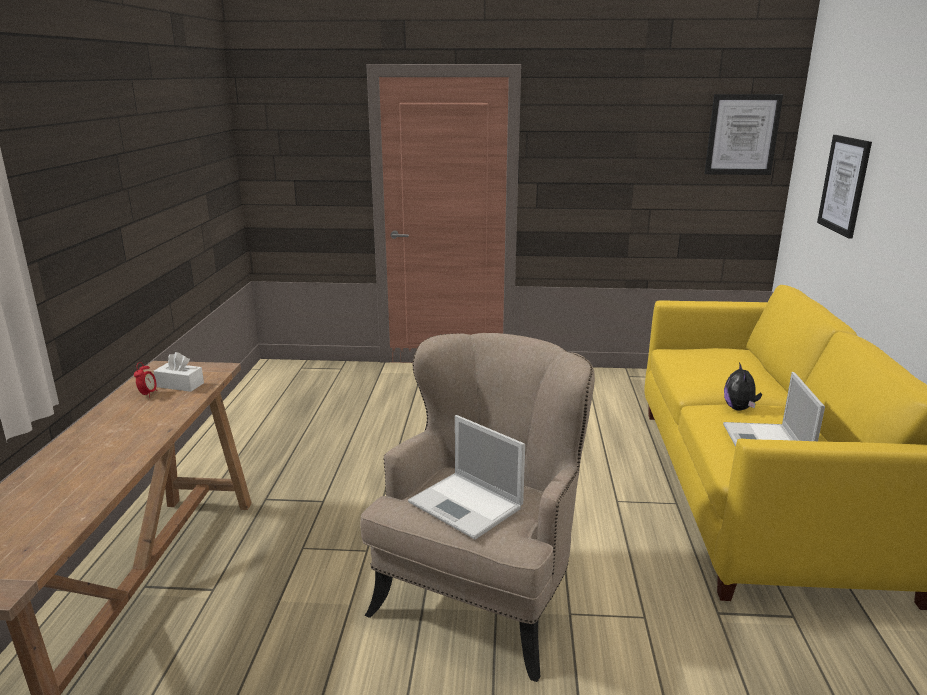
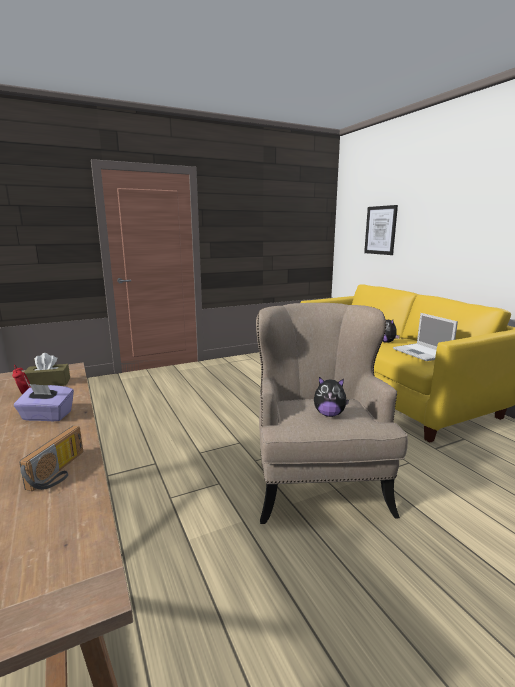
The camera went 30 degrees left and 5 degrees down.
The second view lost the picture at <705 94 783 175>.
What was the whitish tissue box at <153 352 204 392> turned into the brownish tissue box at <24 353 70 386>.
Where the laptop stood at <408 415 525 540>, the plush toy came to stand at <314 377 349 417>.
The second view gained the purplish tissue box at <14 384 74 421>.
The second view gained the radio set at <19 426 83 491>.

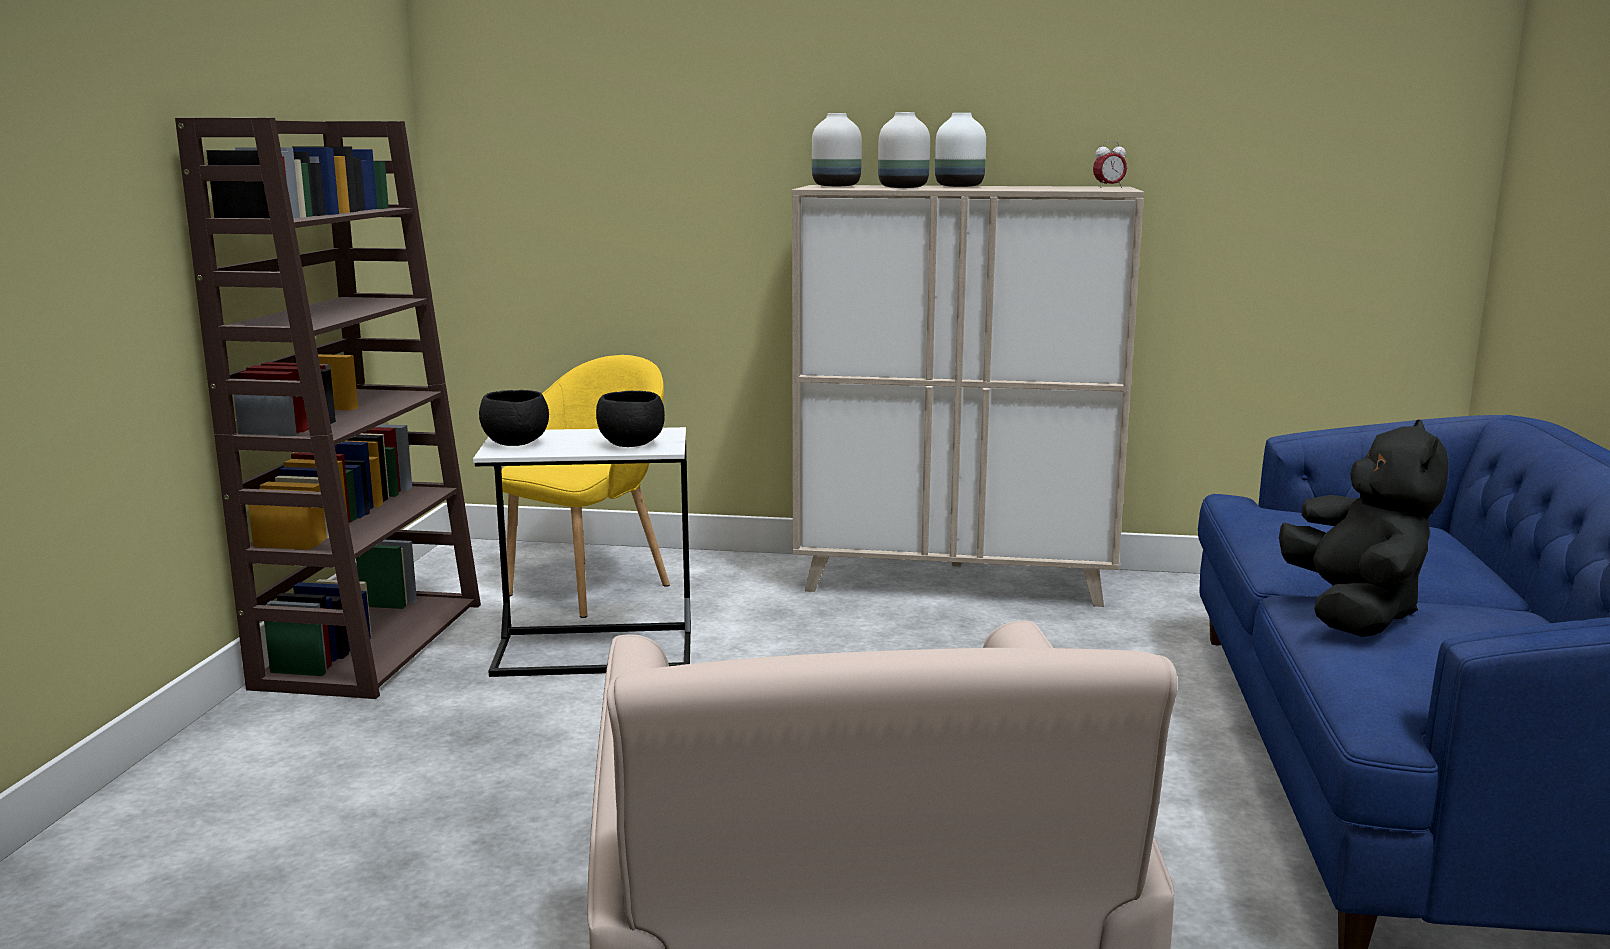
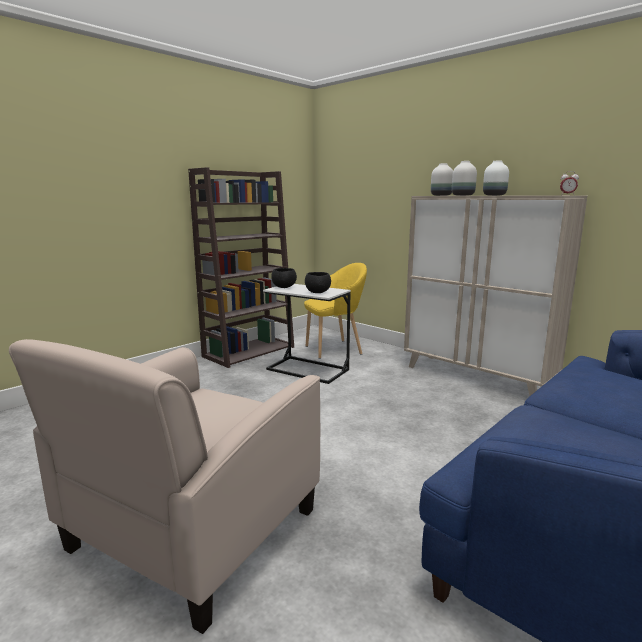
The camera went 35 degrees right and 0 degrees up.
The second view lost the black-coloured plush toy at <1279 419 1449 637>.

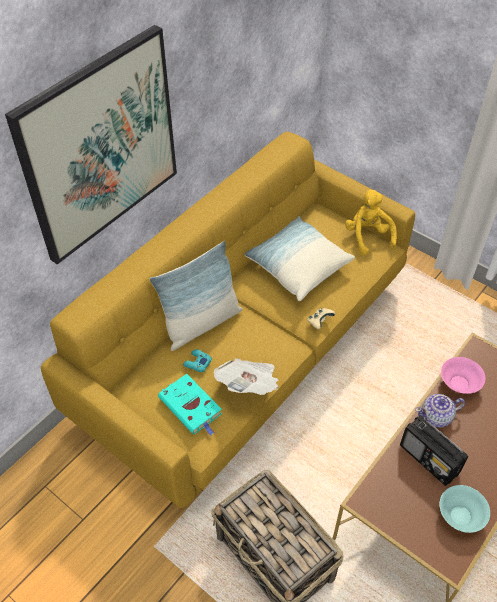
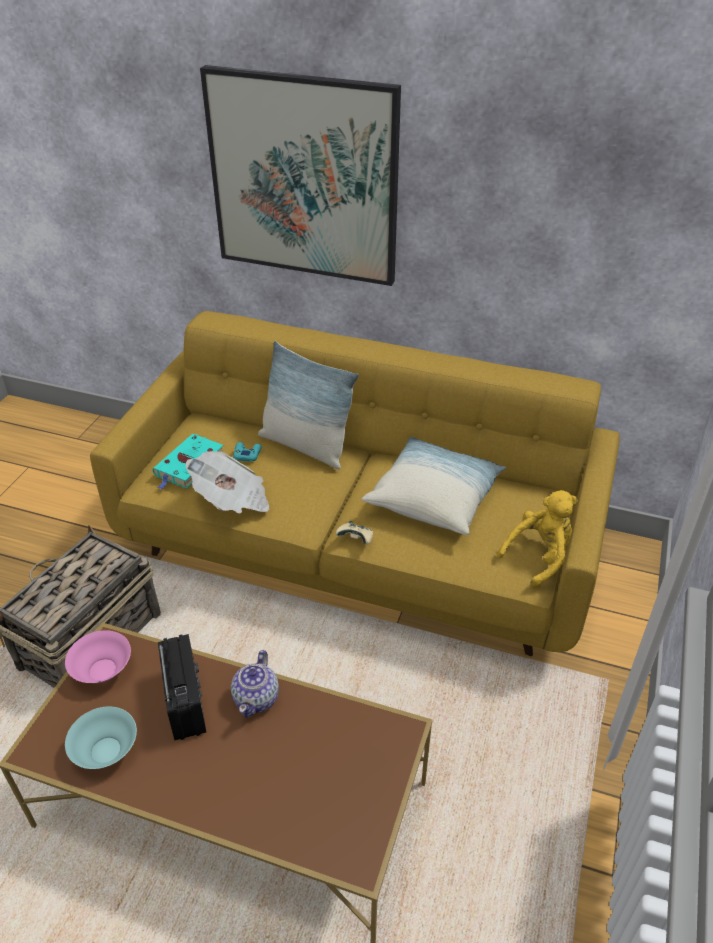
The camera went 70 degrees right and 10 degrees down.
The pink bowl ended up elsewhere, having gone from <441 357 485 394> to <65 630 131 683>.
The teapot at <415 394 465 428> ended up facing another way, 135 degrees counterclockwise from before.
The radio set at <400 415 468 486> ended up facing another way, 135 degrees clockwise from before.

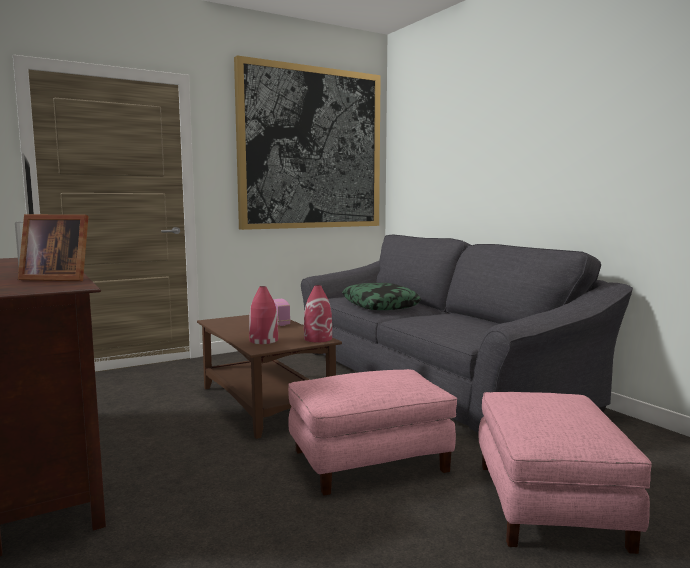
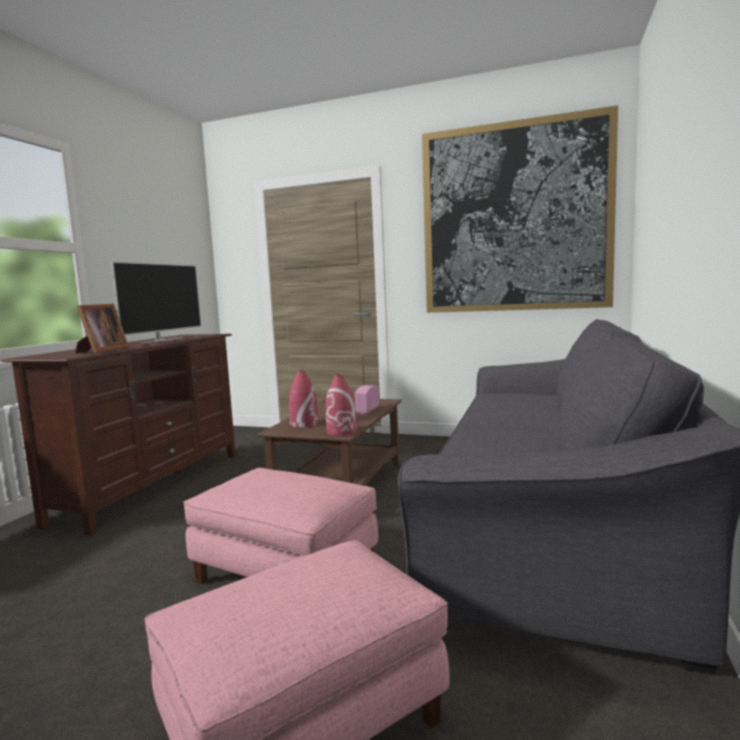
The camera went 50 degrees right and 0 degrees up.
The picture frame at <18 214 89 281> ended up facing another way, 135 degrees counterclockwise from before.
The second view lost the cushion at <342 283 421 310>.

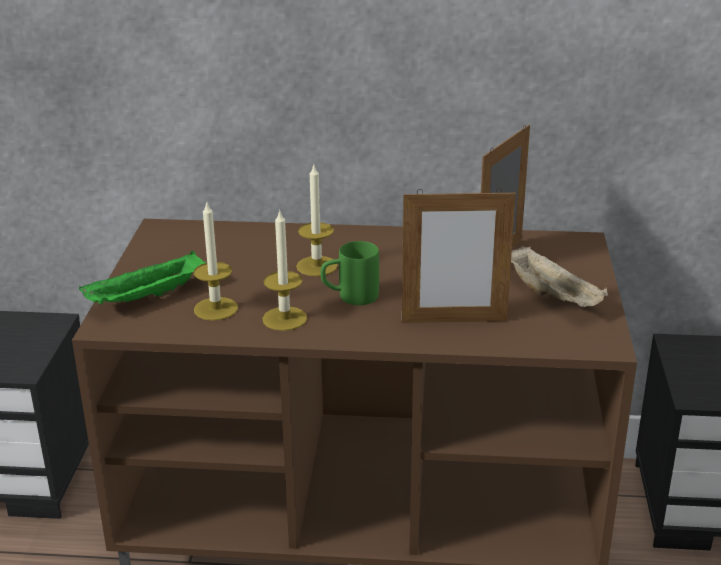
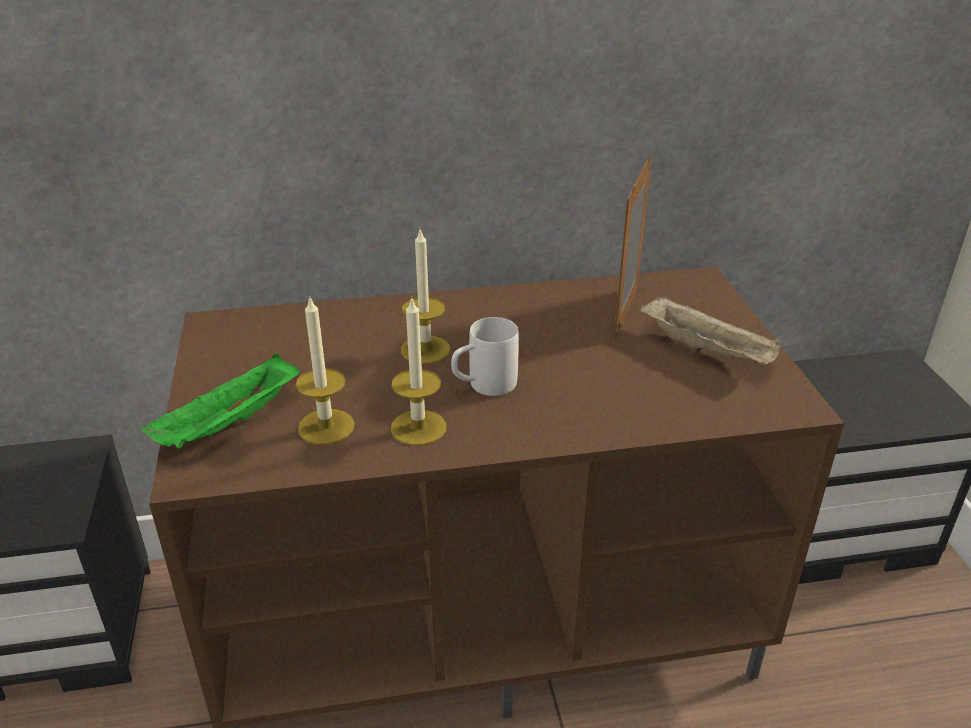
The camera went 15 degrees left and 5 degrees up.
The second view lost the picture frame at <402 188 516 323>.
What was the green-coloured tea mug at <320 241 379 305> turned into the whitish tea mug at <451 317 519 396>.

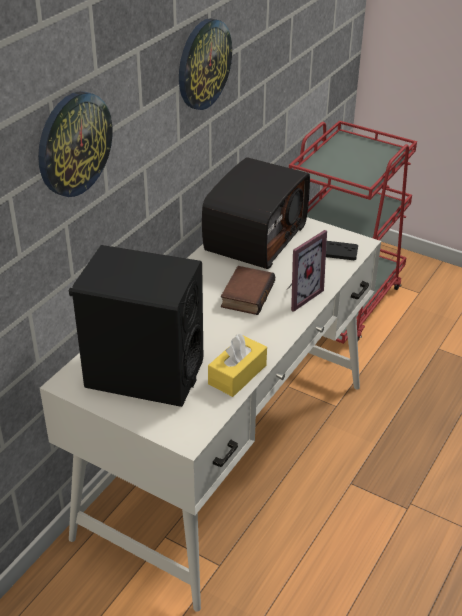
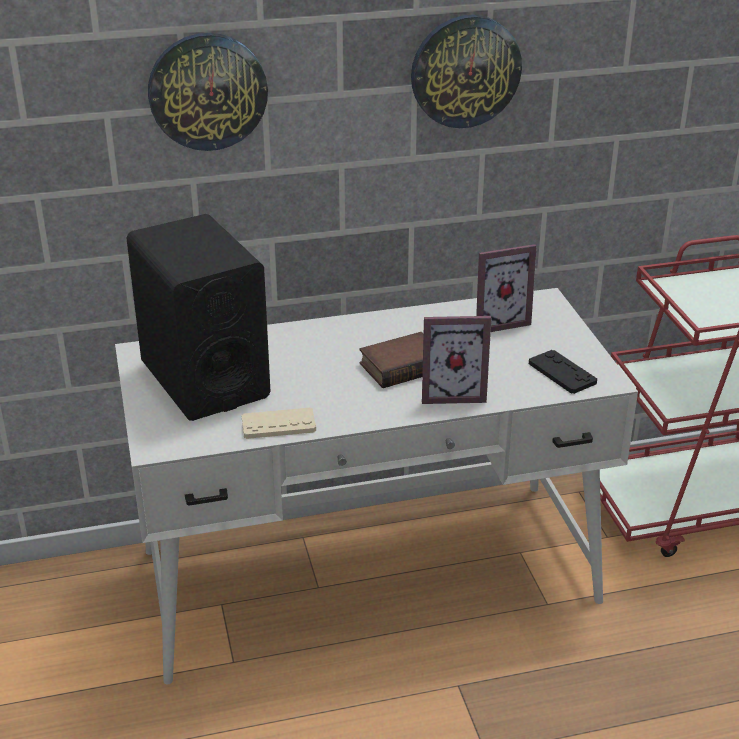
The camera went 45 degrees right and 5 degrees down.
Where the radio set stood at <202 157 310 269>, the picture frame came to stand at <476 244 537 332>.
Where the yellow tissue box stood at <208 334 267 397>, the sand-coloured gamepad came to stand at <242 408 316 439>.

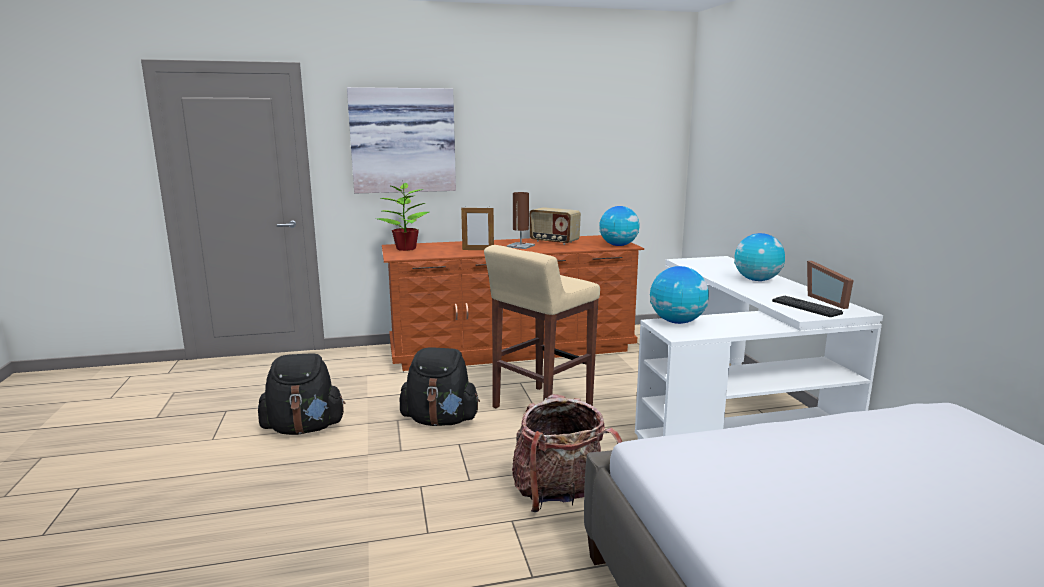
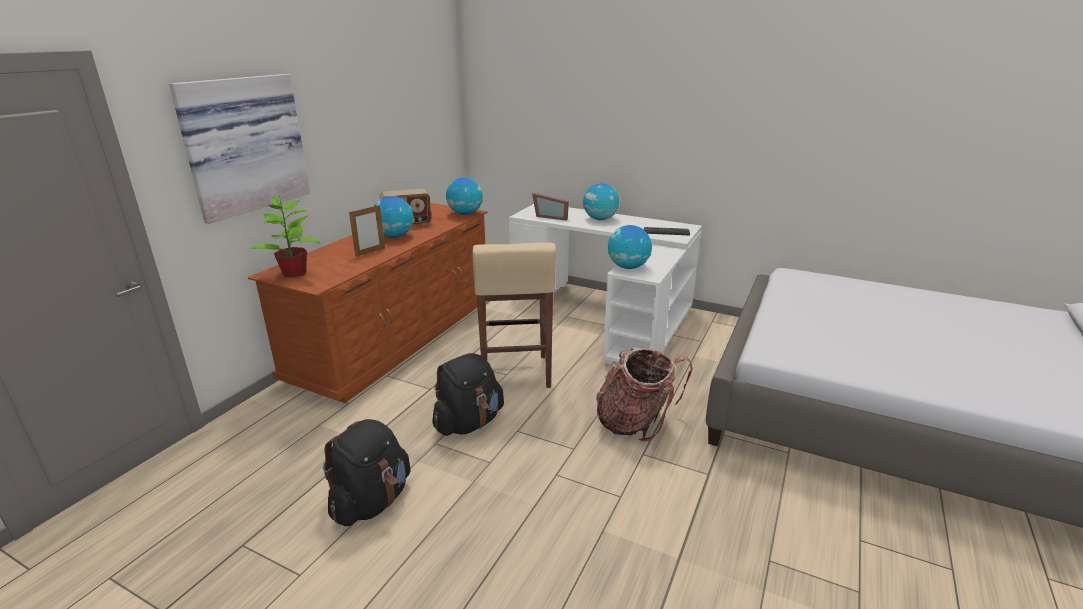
The camera went 50 degrees left and 10 degrees up.
Where the brownish tabletop lamp stood at <507 192 535 249>, the desk globe came to stand at <374 196 414 238>.
The picture frame ended up elsewhere, having gone from <807 261 854 309> to <532 193 569 221>.

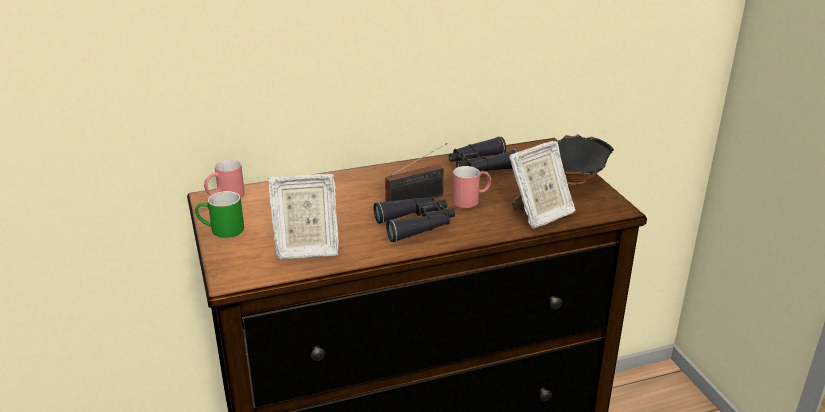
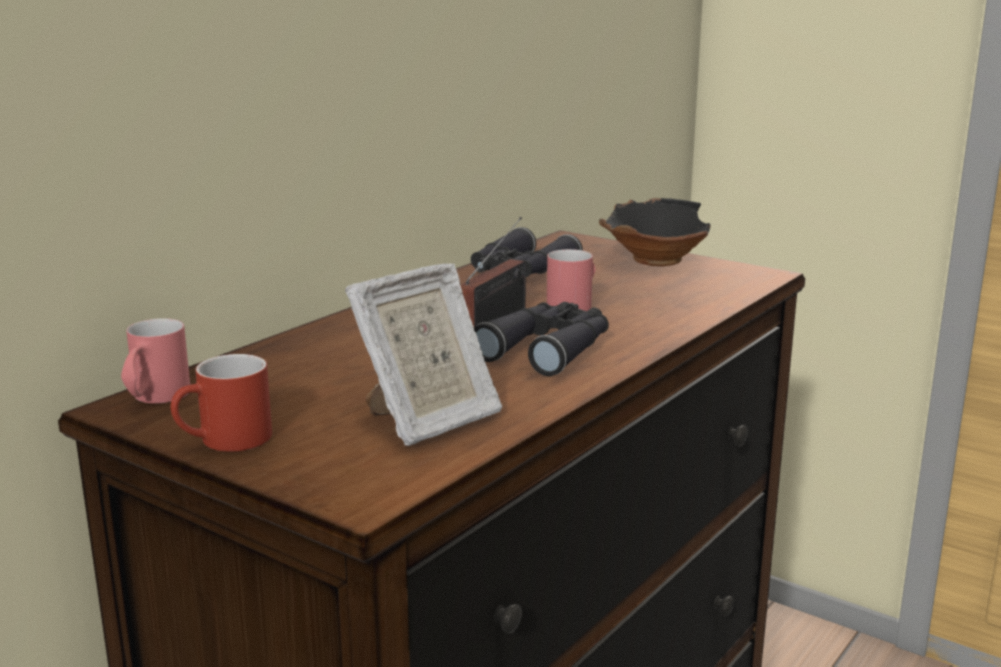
The camera went 35 degrees left and 10 degrees down.
The second view lost the picture frame at <509 141 575 229>.
What was the green-coloured tea mug at <195 191 244 238> turned into the red-coloured tea mug at <170 354 272 452>.

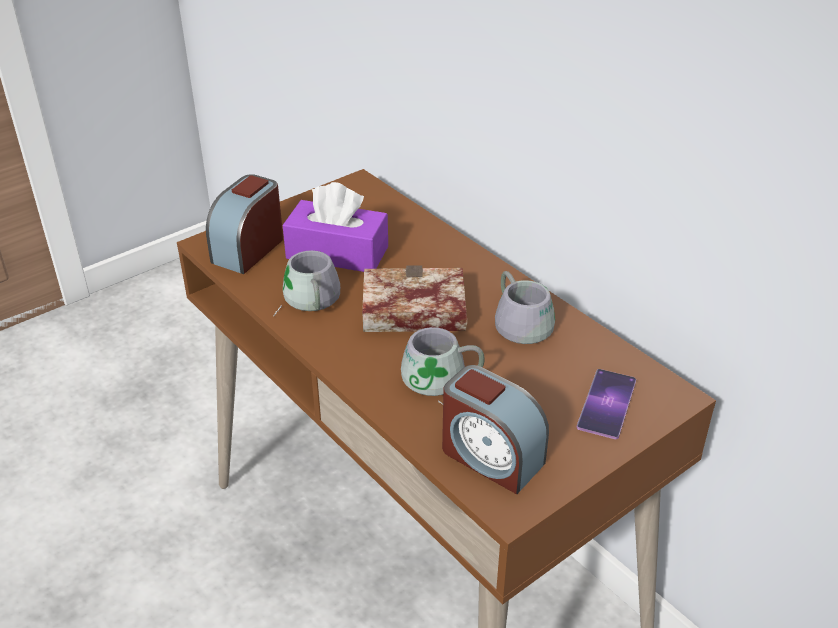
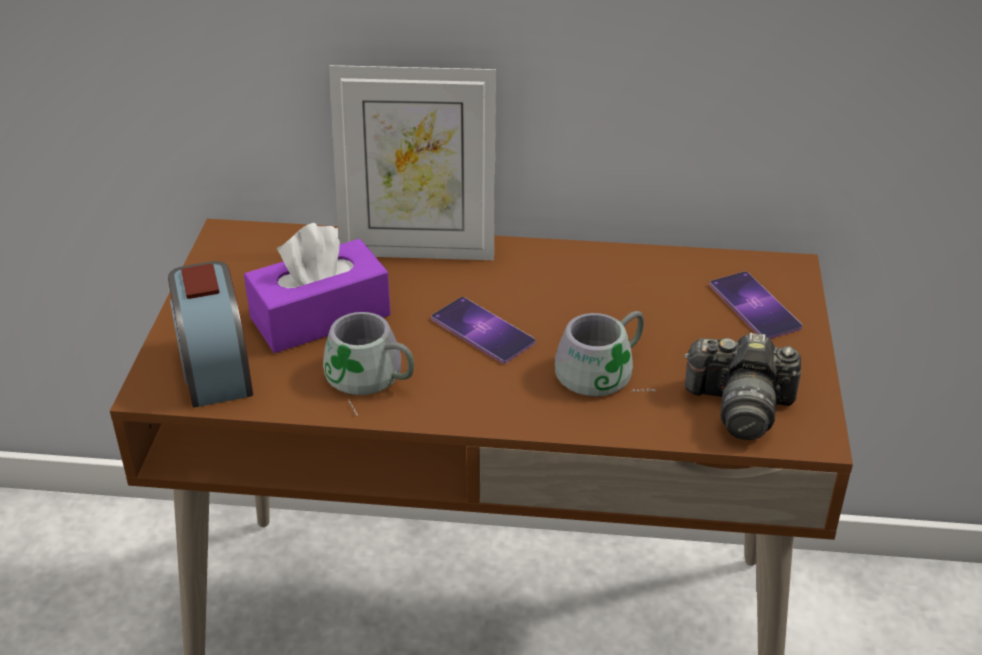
The camera went 45 degrees left and 0 degrees up.
Where the book stood at <362 265 467 332>, the phone came to stand at <431 297 536 364>.
The second view lost the gray tea mug at <495 271 555 344>.
Where the table clock stood at <442 365 549 494>, the photo camera came to stand at <684 333 801 440>.
The second view gained the picture frame at <329 65 496 260>.

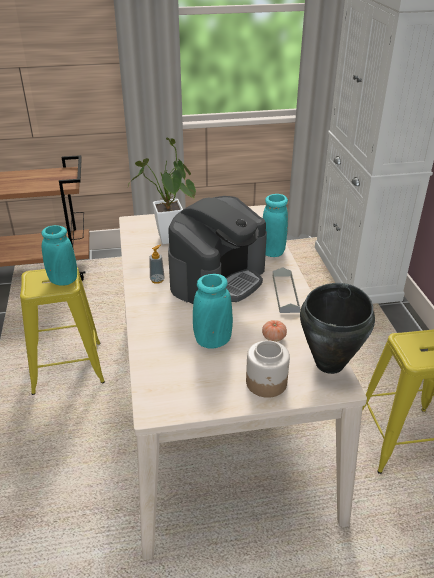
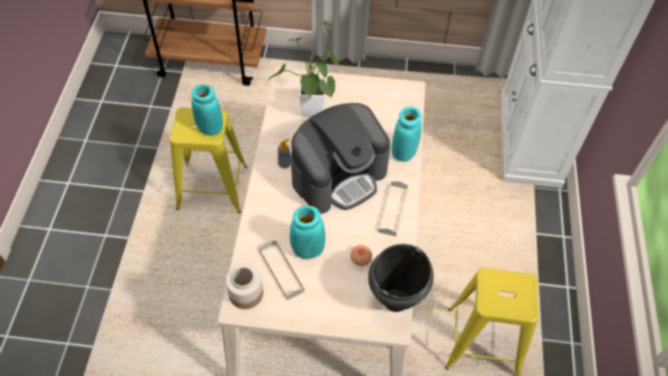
The camera went 15 degrees right and 20 degrees up.
The storage jar ended up elsewhere, having gone from <246 340 290 398> to <226 264 263 309>.
The second view gained the gray serving tray at <259 240 305 300>.

